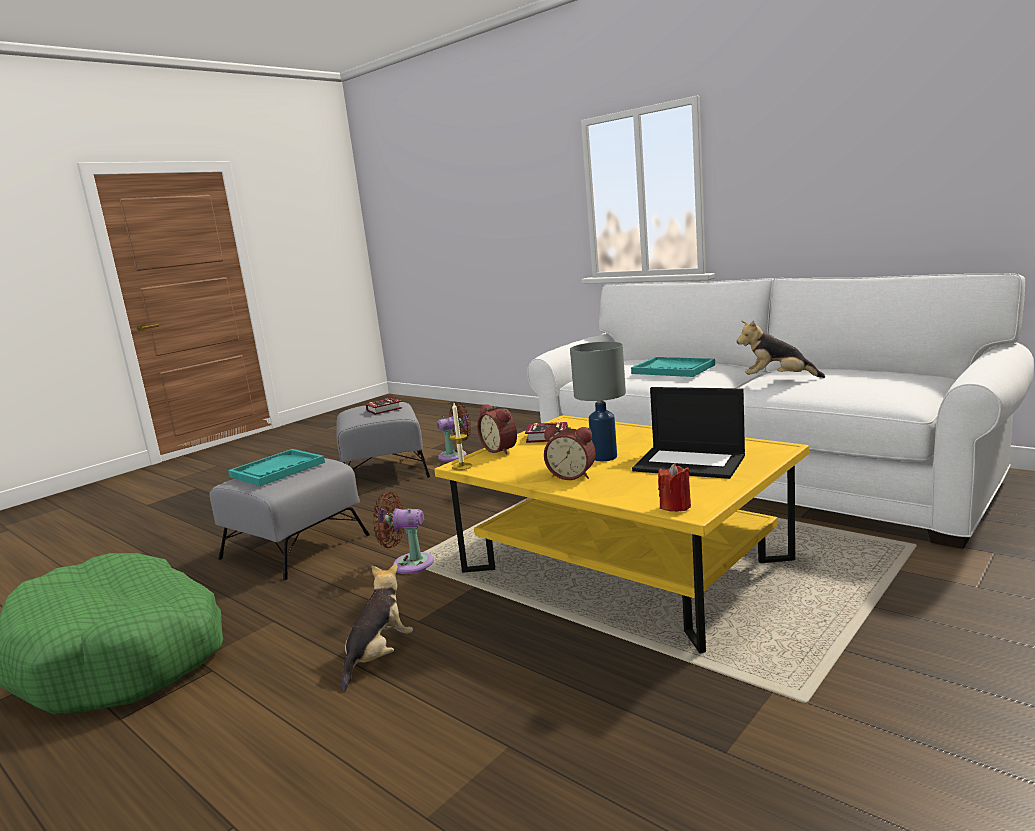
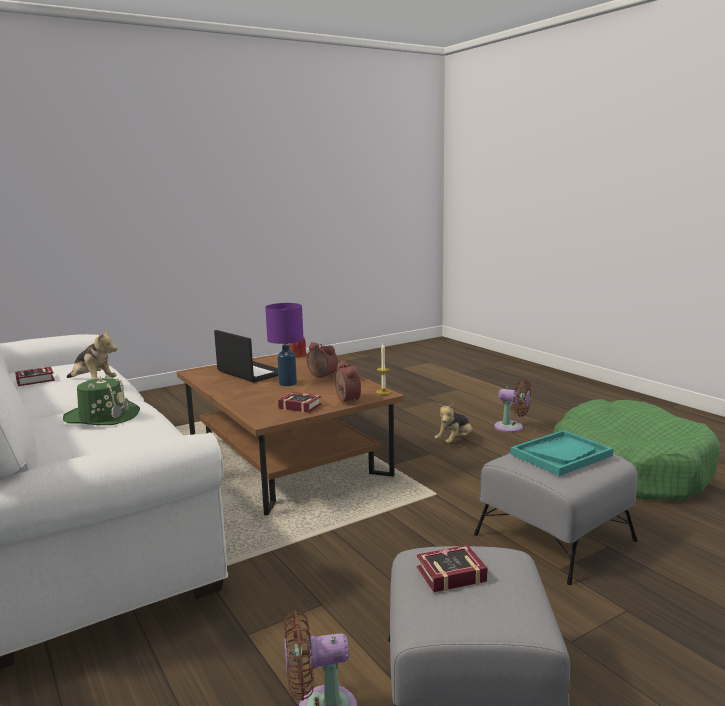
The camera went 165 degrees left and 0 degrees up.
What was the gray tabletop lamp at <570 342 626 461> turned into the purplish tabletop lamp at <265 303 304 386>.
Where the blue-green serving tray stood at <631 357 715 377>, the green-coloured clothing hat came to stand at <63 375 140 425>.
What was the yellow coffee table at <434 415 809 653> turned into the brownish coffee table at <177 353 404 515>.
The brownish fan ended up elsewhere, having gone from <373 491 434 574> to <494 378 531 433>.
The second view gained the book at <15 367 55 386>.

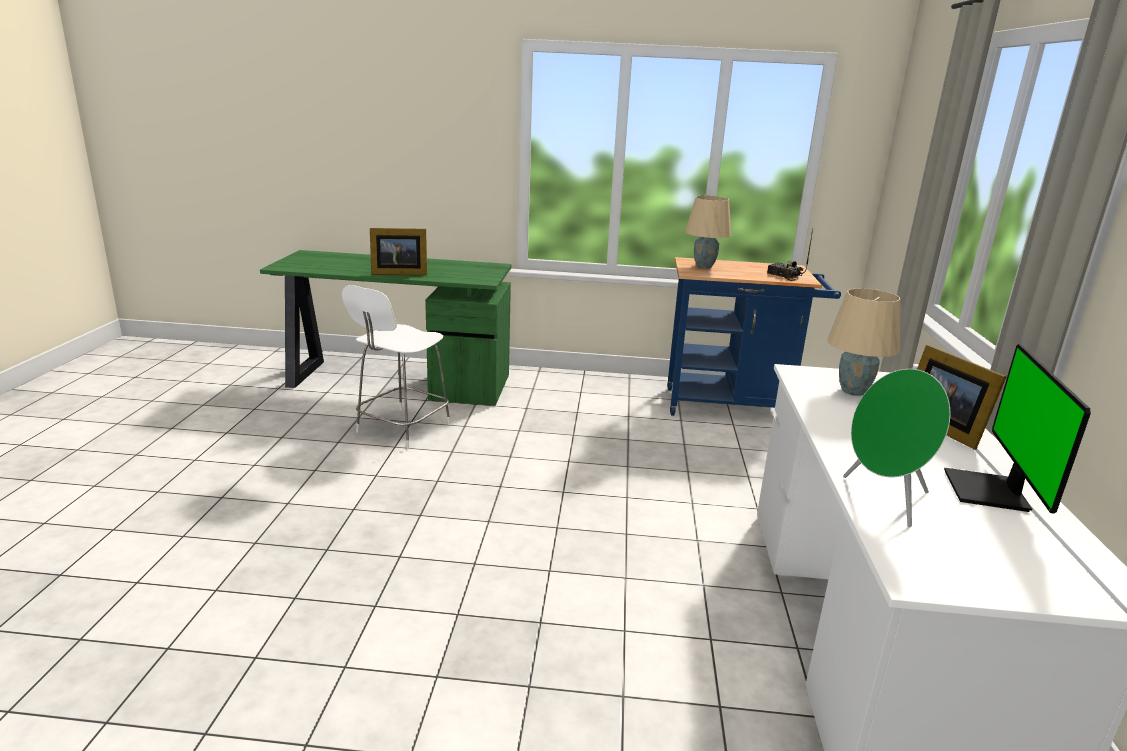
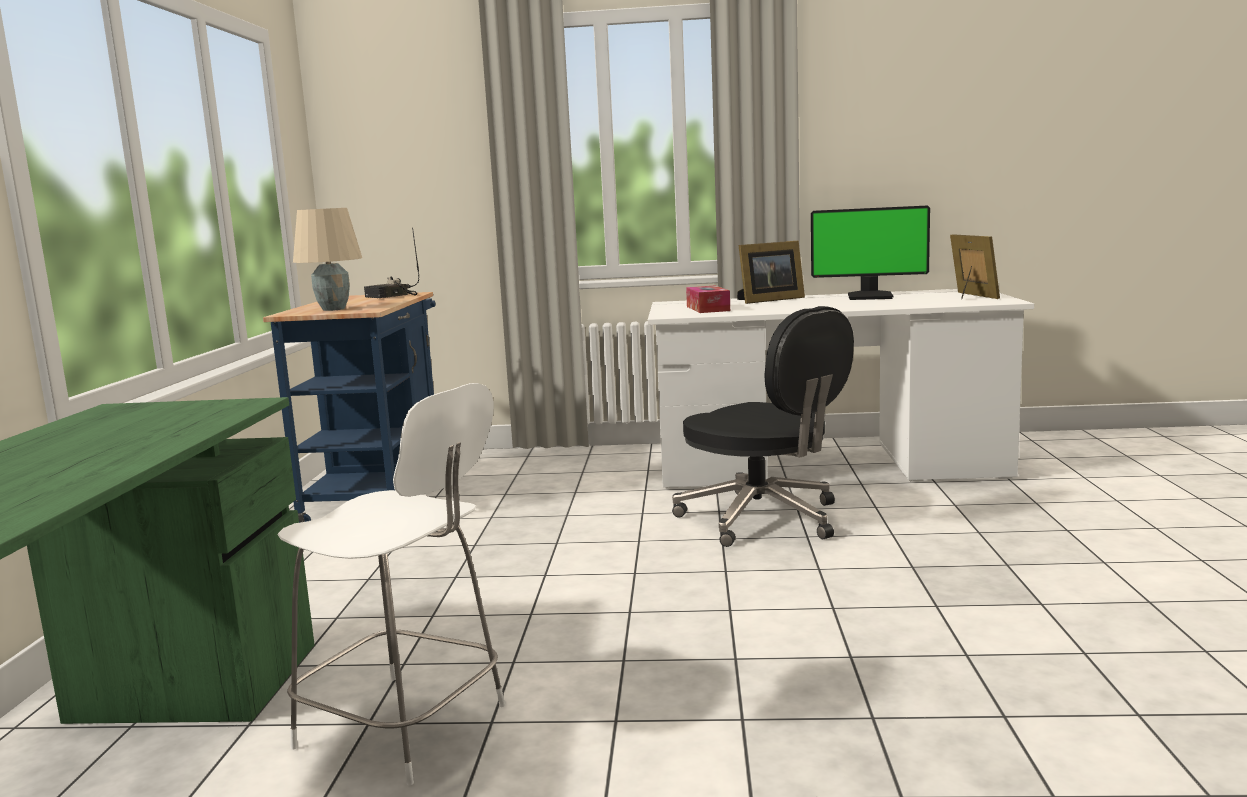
The camera went 90 degrees left and 10 degrees down.
The picture frame ended up elsewhere, having gone from <370 228 427 275> to <950 234 1000 299>.
Where the sand-coloured tabletop lamp stood at <828 288 900 396>, the tissue box came to stand at <686 286 730 313>.
The second view lost the green-coloured audio speaker at <843 369 950 527>.
The second view gained the black-coloured computer chair at <672 306 854 547>.

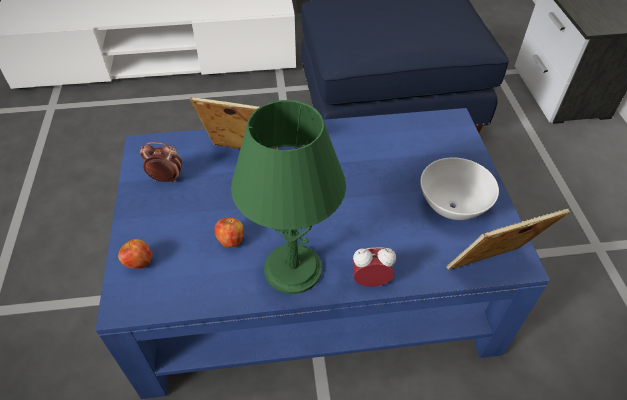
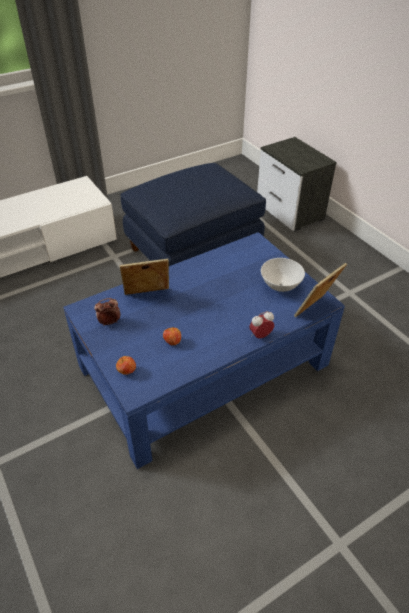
The camera went 25 degrees left and 5 degrees down.
The second view lost the green-coloured tabletop lamp at <231 100 346 294>.

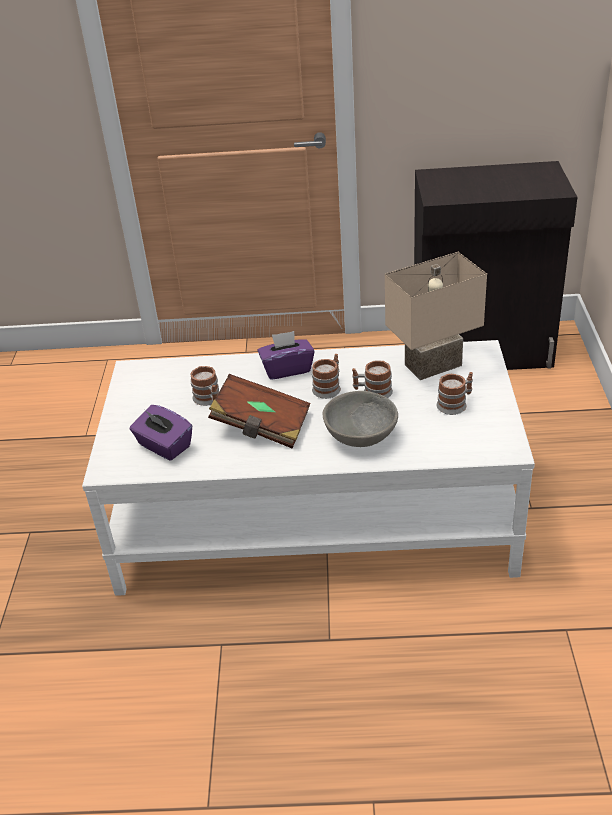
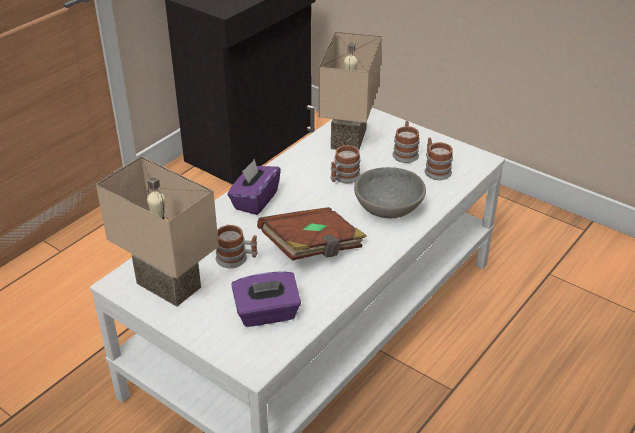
The camera went 55 degrees left and 0 degrees up.
The tea mug ended up elsewhere, having gone from <312 354 341 399> to <425 137 453 180>.
The second view gained the sand-coloured tabletop lamp at <96 156 219 307>.

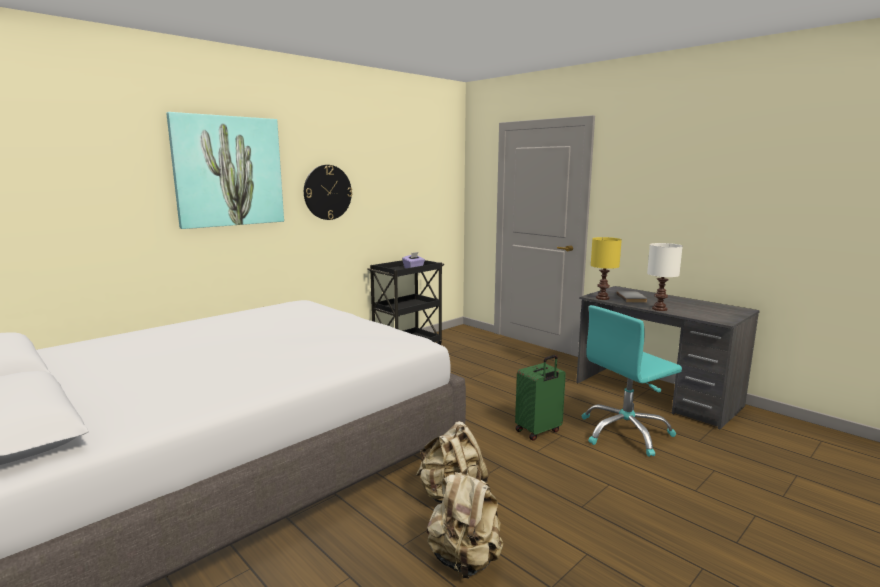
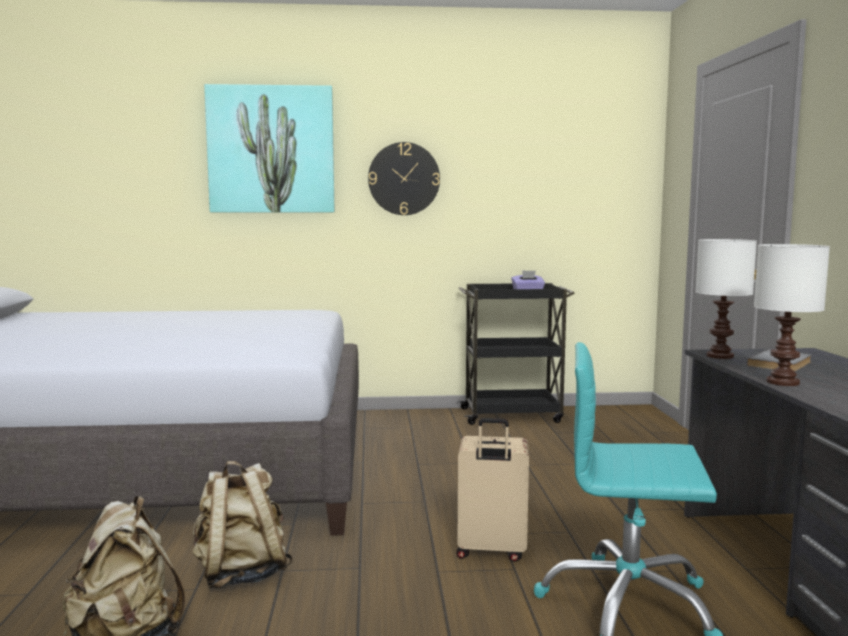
The camera went 40 degrees right and 5 degrees down.
What was the yellow tabletop lamp at <591 237 622 300> turned into the whitish tabletop lamp at <695 239 757 359>.
What was the green-coloured piece of luggage at <515 355 566 441> turned into the sand-coloured piece of luggage at <456 418 529 562>.

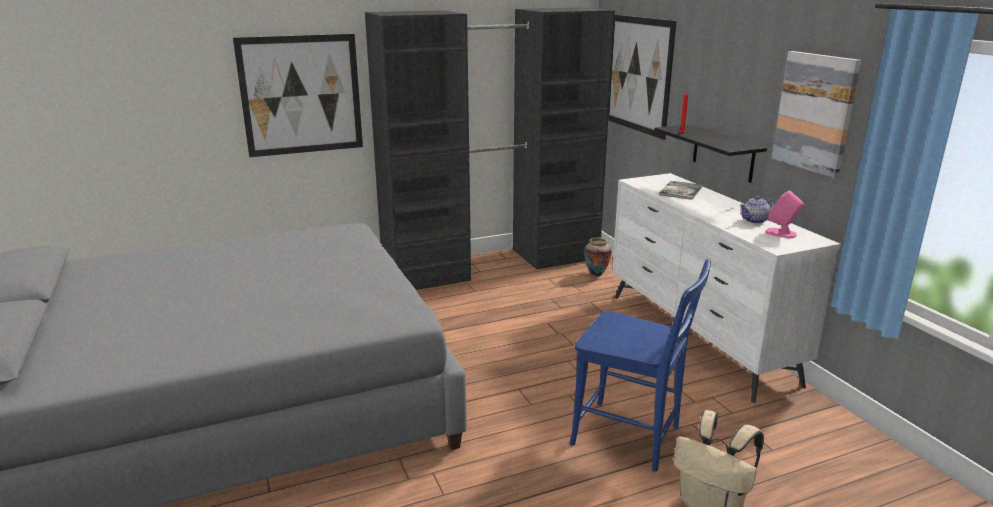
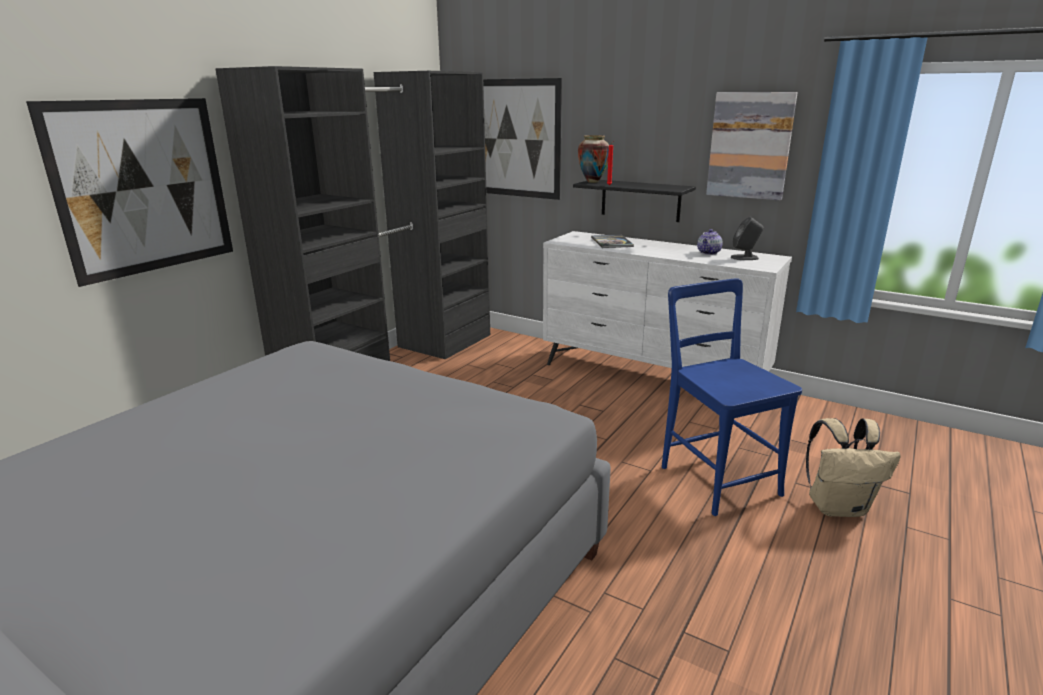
The camera went 35 degrees left and 0 degrees up.
What was the pink audio speaker at <765 190 804 238> turned into the gray audio speaker at <731 217 764 260>.
The decorative vase ended up elsewhere, having gone from <584 238 612 277> to <578 135 609 183>.
The blue-coloured chair at <569 259 711 472> ended up facing another way, 105 degrees counterclockwise from before.

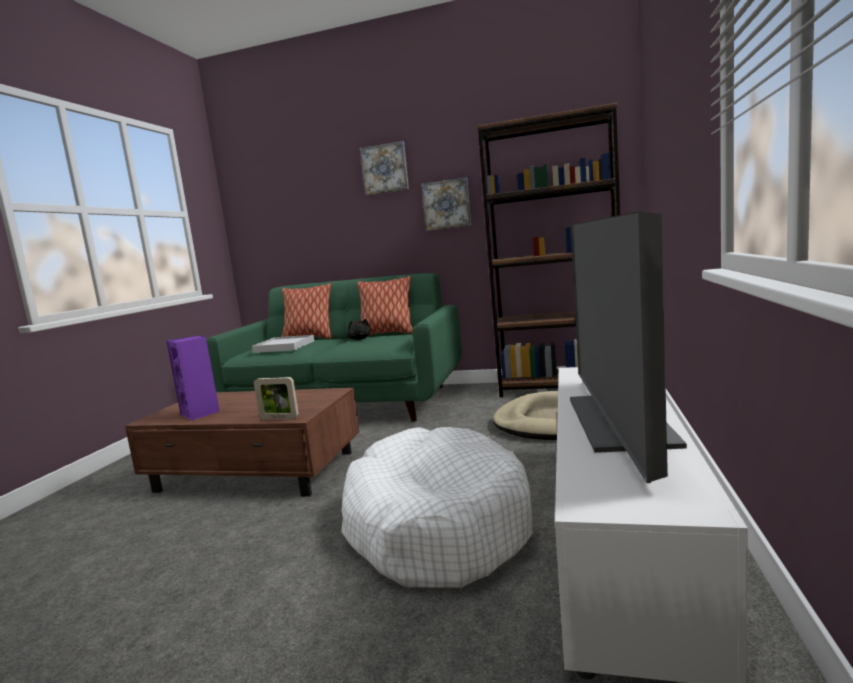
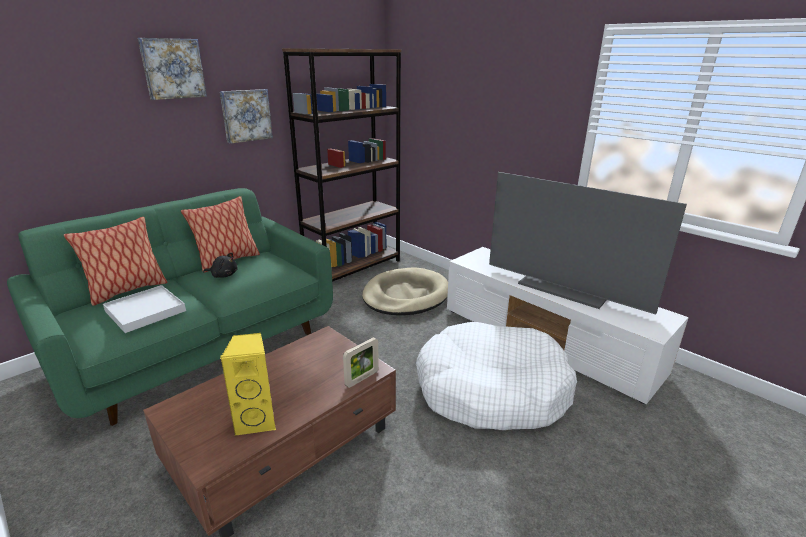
The camera went 60 degrees left and 15 degrees up.
What was the purplish audio speaker at <166 335 220 421> turned into the yellow audio speaker at <220 333 276 436>.

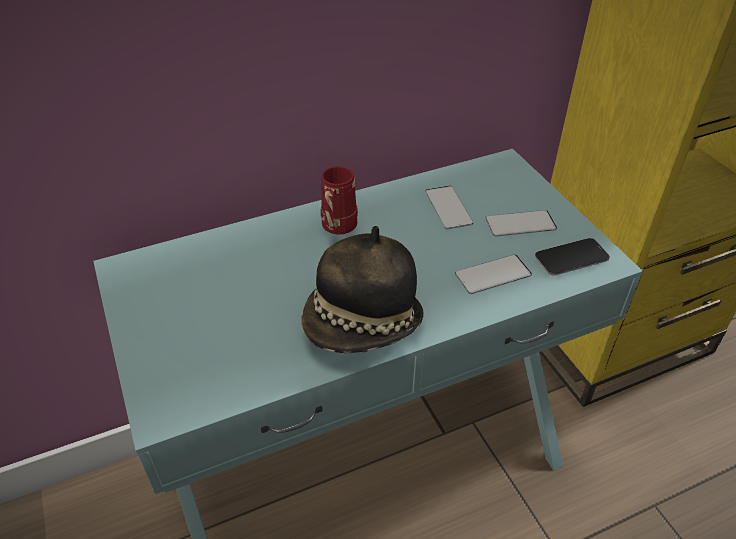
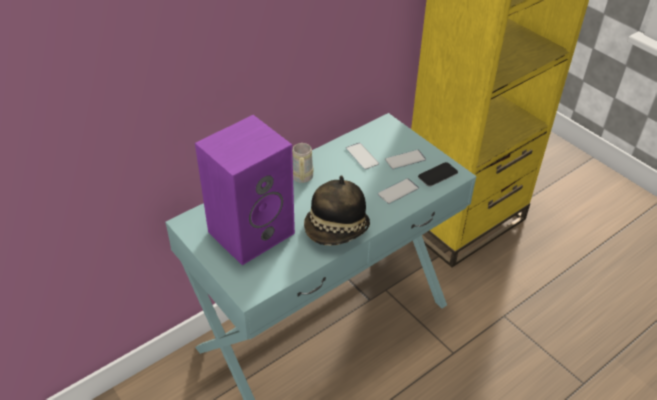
The camera went 15 degrees left and 0 degrees up.
What was the red-coloured tea mug at <321 166 358 235> turned into the sand-coloured tea mug at <292 143 314 183>.
The second view gained the purplish audio speaker at <195 115 295 265>.

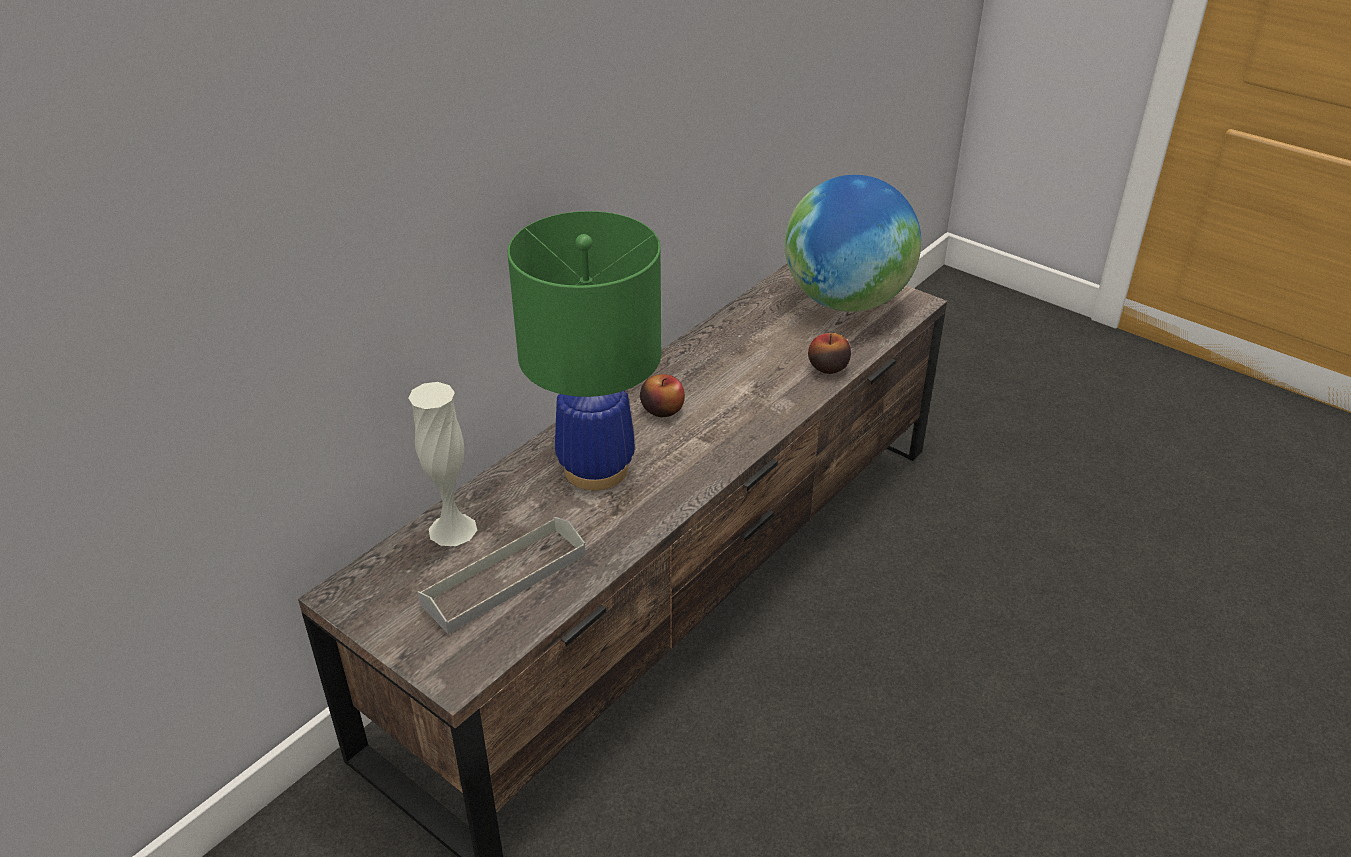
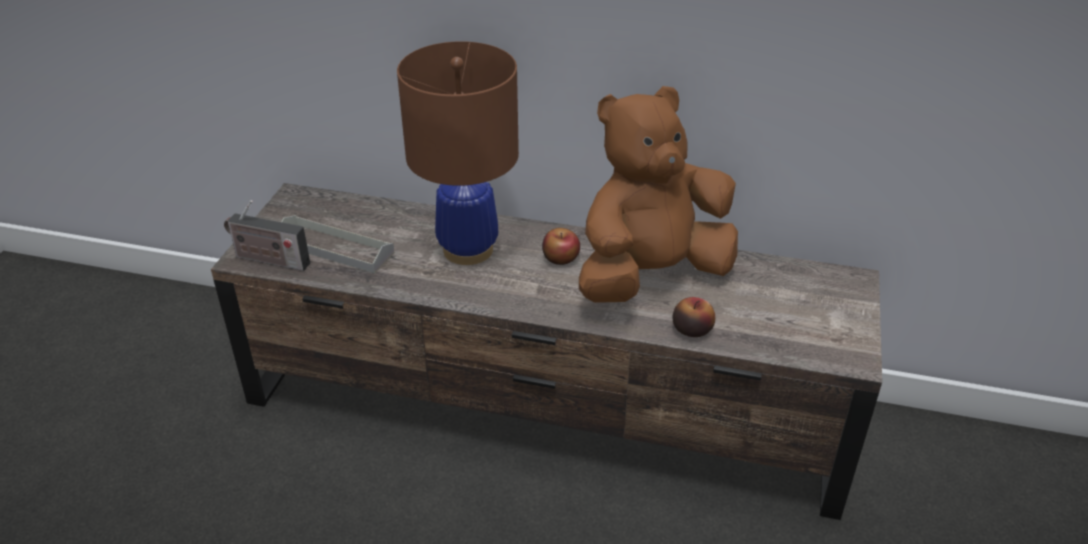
The camera went 65 degrees right and 0 degrees up.
The second view lost the desk globe at <785 175 921 312>.
What was the green-coloured tabletop lamp at <508 211 661 490> turned into the brownish tabletop lamp at <397 41 519 265>.
The second view lost the whitish decorative vase at <408 382 477 546>.
The second view gained the brownish plush toy at <579 86 738 303>.
The second view gained the radio set at <224 200 310 271>.

